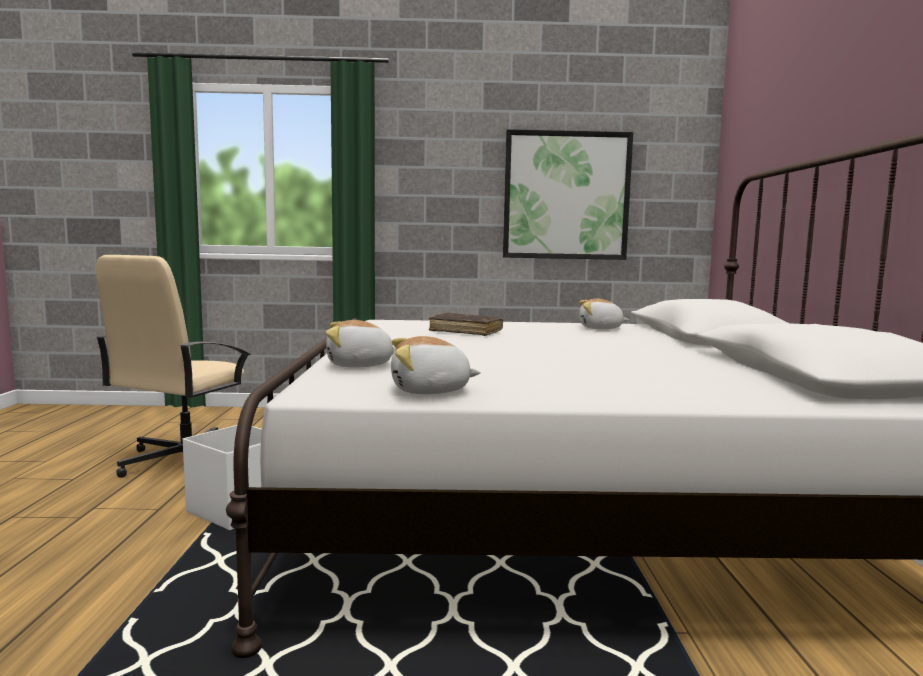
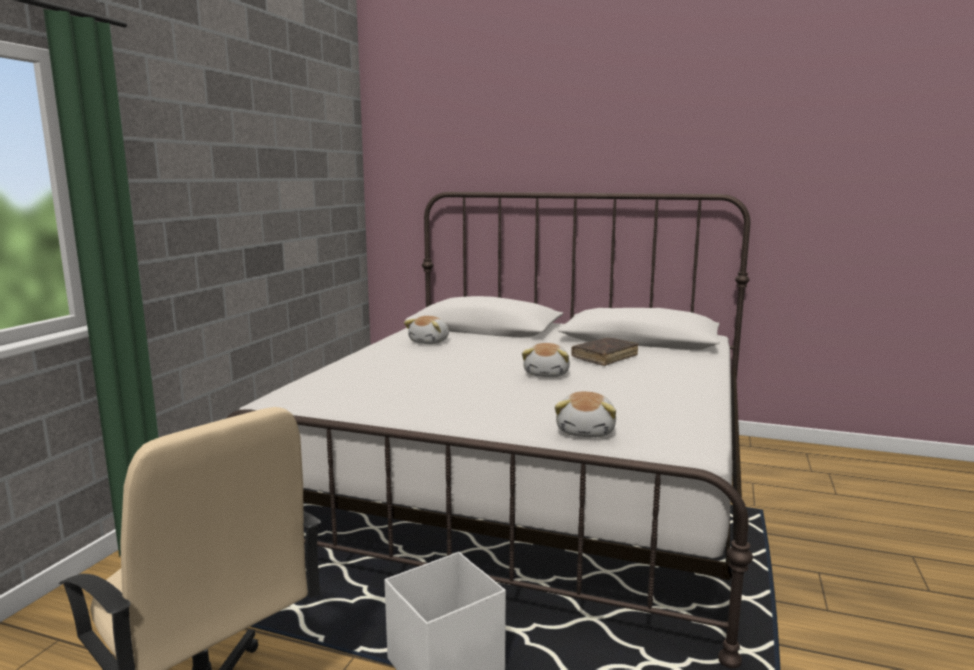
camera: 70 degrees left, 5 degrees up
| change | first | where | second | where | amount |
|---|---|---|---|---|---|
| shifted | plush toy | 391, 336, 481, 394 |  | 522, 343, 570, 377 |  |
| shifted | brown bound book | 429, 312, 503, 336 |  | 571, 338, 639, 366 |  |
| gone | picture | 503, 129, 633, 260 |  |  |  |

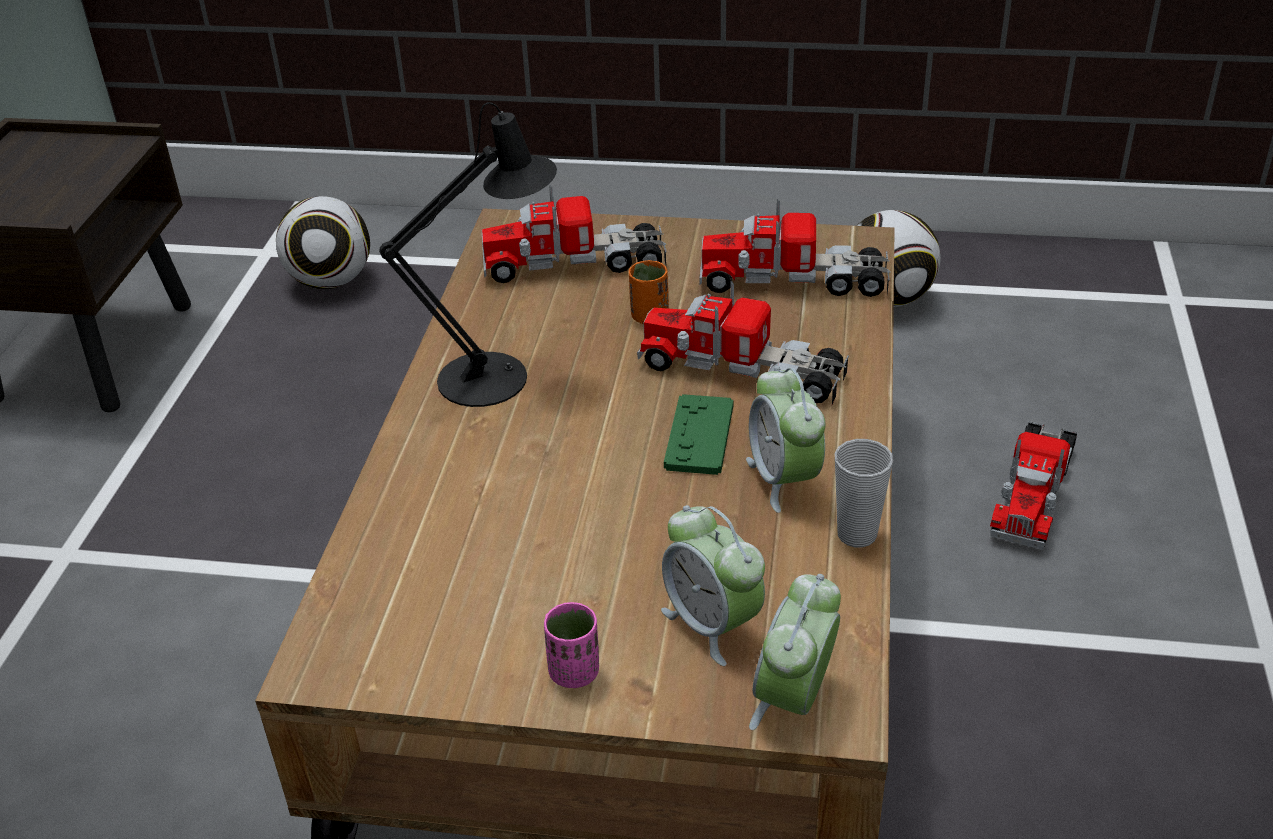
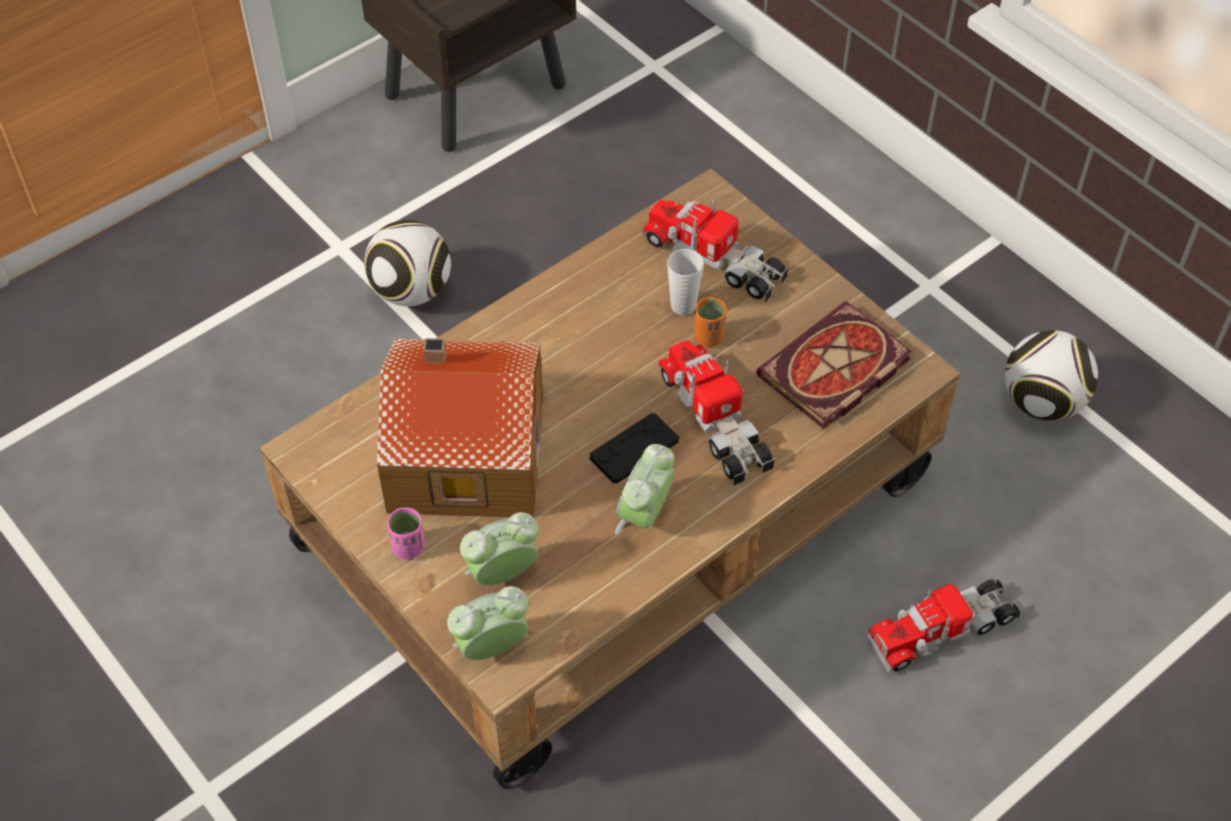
camera: 40 degrees right, 15 degrees up
| change | first | where | second | where | amount |
|---|---|---|---|---|---|
| shifted | football | 276, 196, 370, 289 |  | 364, 220, 451, 306 |  |
| gone | blackish lamp for a table | 379, 102, 557, 407 |  |  |  |
| rotated | table clock | 661, 505, 765, 666 |  | 460, 512, 539, 586 | 60 degrees clockwise |
| repainted | green-coloured gamepad | 664, 394, 733, 475 | blackish gamepad | 590, 413, 679, 484 |  |
| swapped | toy truck | 699, 199, 891, 297 | bound book | 756, 301, 912, 429 |  |
| shifted | drinking cup | 835, 439, 893, 548 |  | 667, 249, 704, 315 |  |
| new |  |  | model house | 376, 338, 543, 518 |  |

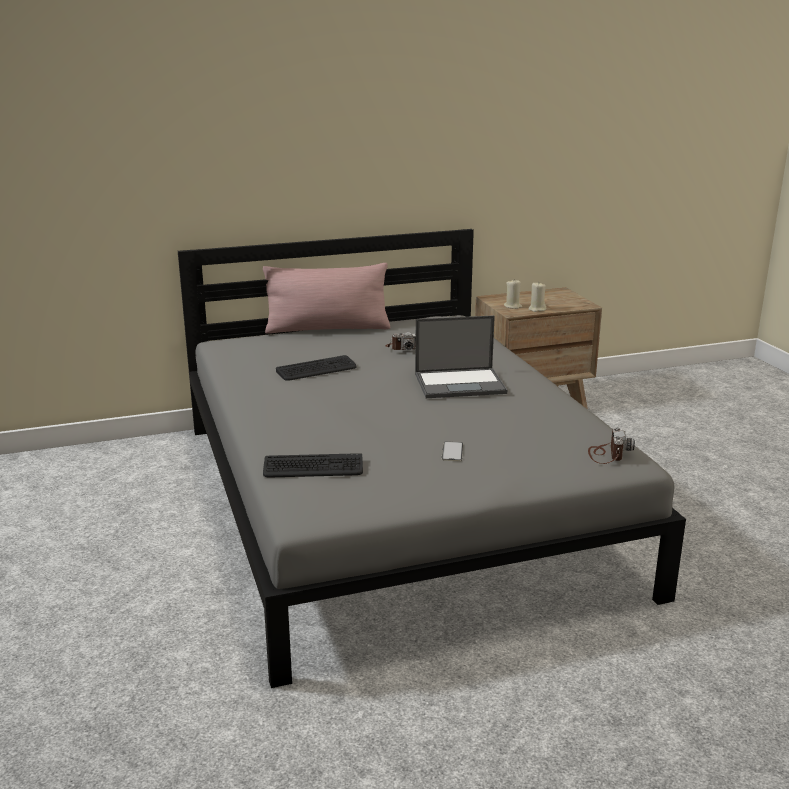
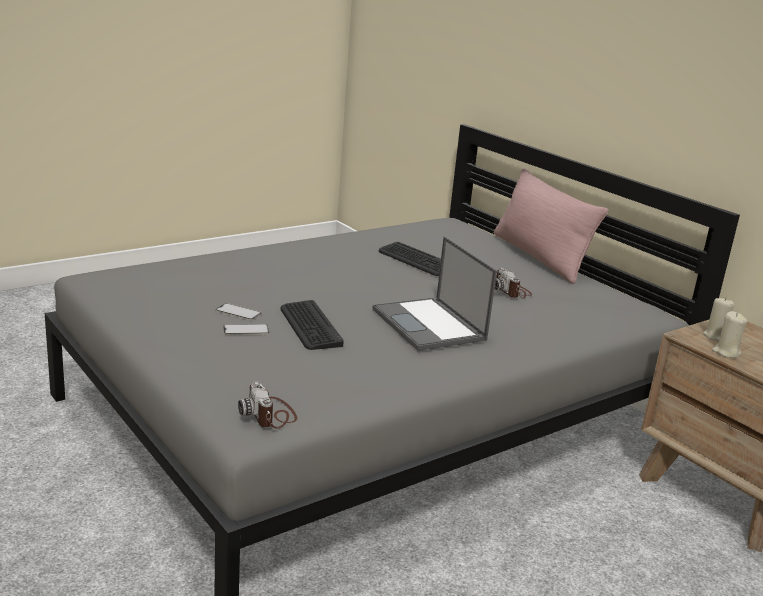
camera: 70 degrees right, 0 degrees up
| change | first | where | second | where | amount |
|---|---|---|---|---|---|
| shifted | PC keyboard | 263, 453, 363, 478 |  | 280, 300, 344, 350 |  |
| rotated | still camera | 588, 427, 635, 464 |  | 238, 381, 297, 429 | 75 degrees clockwise |
| new |  |  | telephone | 215, 303, 261, 320 |  |

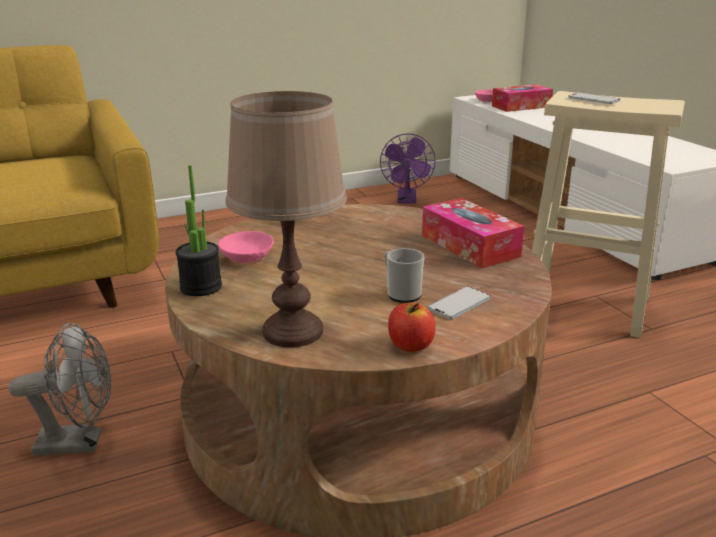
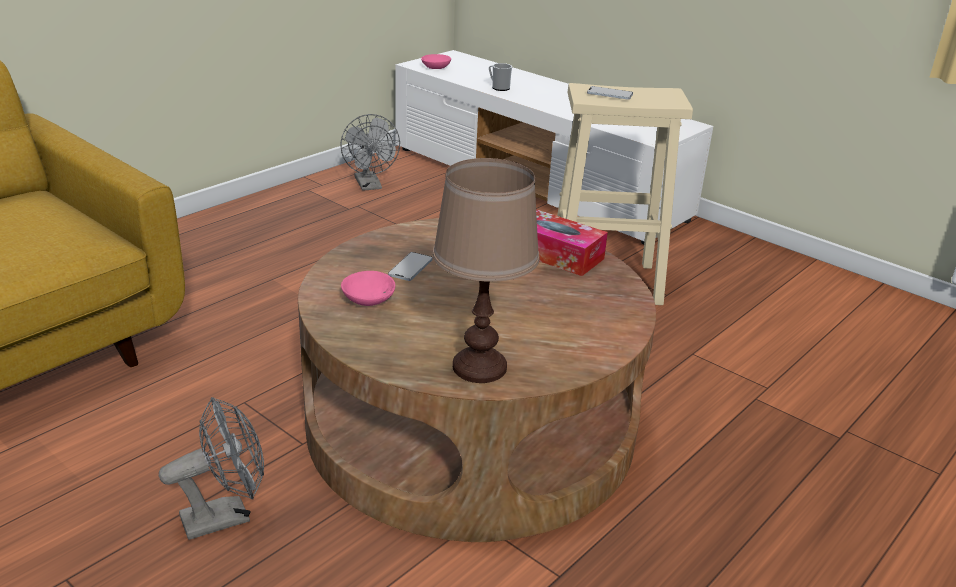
camera: 25 degrees left, 5 degrees up
| change | first | where | second | where | amount |
|---|---|---|---|---|---|
| gone | potted plant | 176, 165, 222, 296 |  |  |  |
| repainted | purplish electric fan | 380, 133, 436, 204 | grey electric fan | 341, 114, 400, 191 |  |
| shifted | tea mug | 384, 248, 425, 303 |  | 489, 63, 512, 91 |  |
| gone | apple fruit | 388, 303, 436, 352 |  |  |  |
| shifted | telephone | 428, 287, 491, 319 |  | 388, 252, 433, 281 |  |
| gone | box of tissues | 492, 84, 553, 112 |  |  |  |

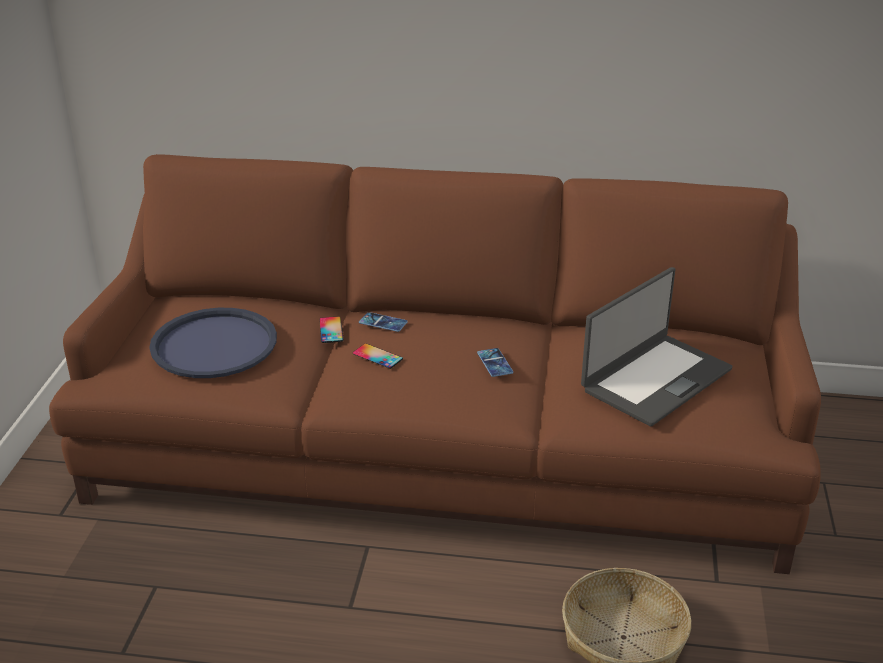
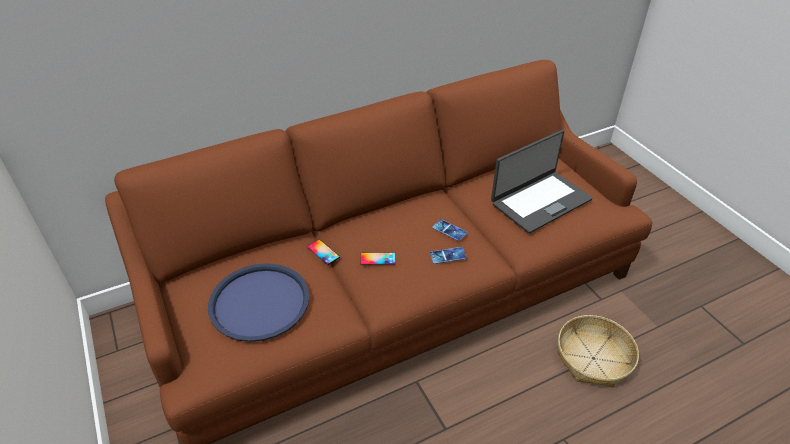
camera: 35 degrees left, 10 degrees up
| change | first | where | second | where | amount |
|---|---|---|---|---|---|
| shifted | telephone | 359, 312, 408, 332 |  | 430, 247, 467, 264 |  |
| rotated | notebook computer | 581, 267, 733, 426 |  | 491, 130, 593, 233 | 45 degrees clockwise |

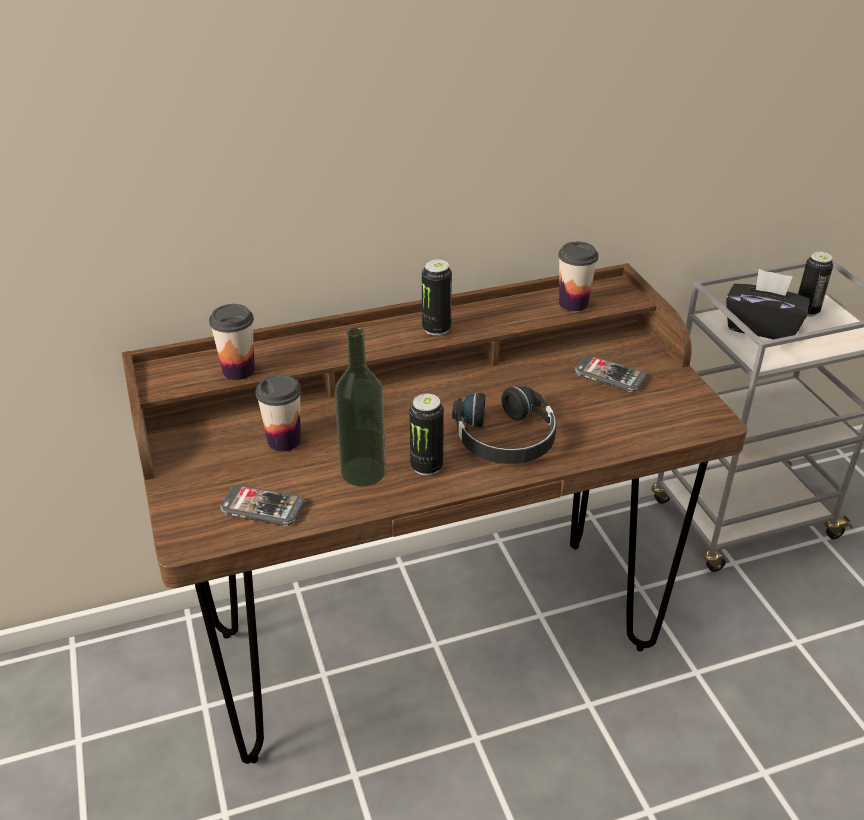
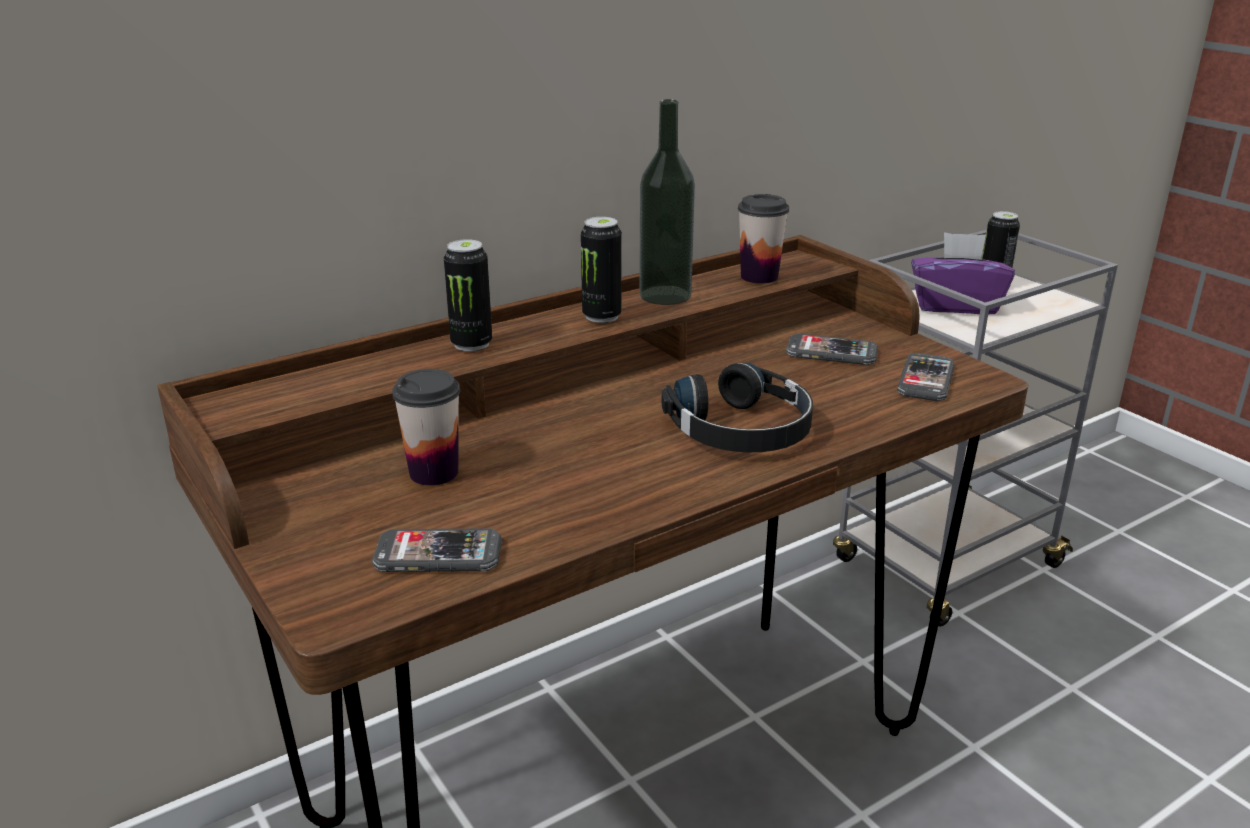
camera: 15 degrees left, 10 degrees down
| change | first | where | second | where | amount |
|---|---|---|---|---|---|
| gone | drinking cup | 209, 304, 255, 380 |  |  |  |
| shifted | beverage bottle | 334, 327, 386, 487 |  | 639, 99, 695, 305 |  |
| shifted | sealed can | 409, 394, 444, 476 |  | 444, 239, 492, 351 |  |
| repainted | blackish box of tissues | 726, 269, 810, 340 | purplish box of tissues | 911, 232, 1015, 314 |  |
| new |  |  | telephone | 897, 353, 955, 401 |  |

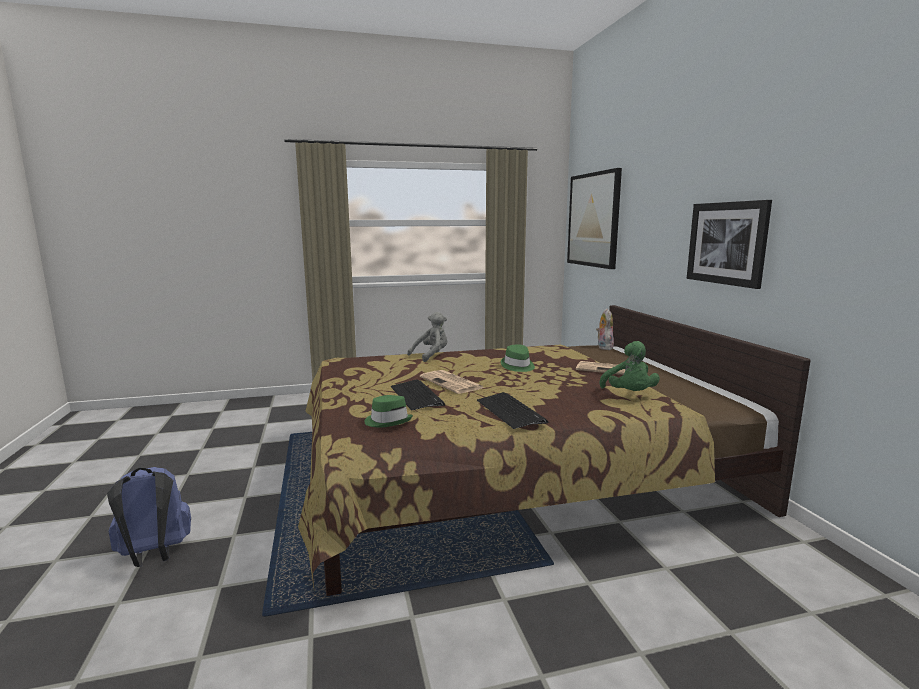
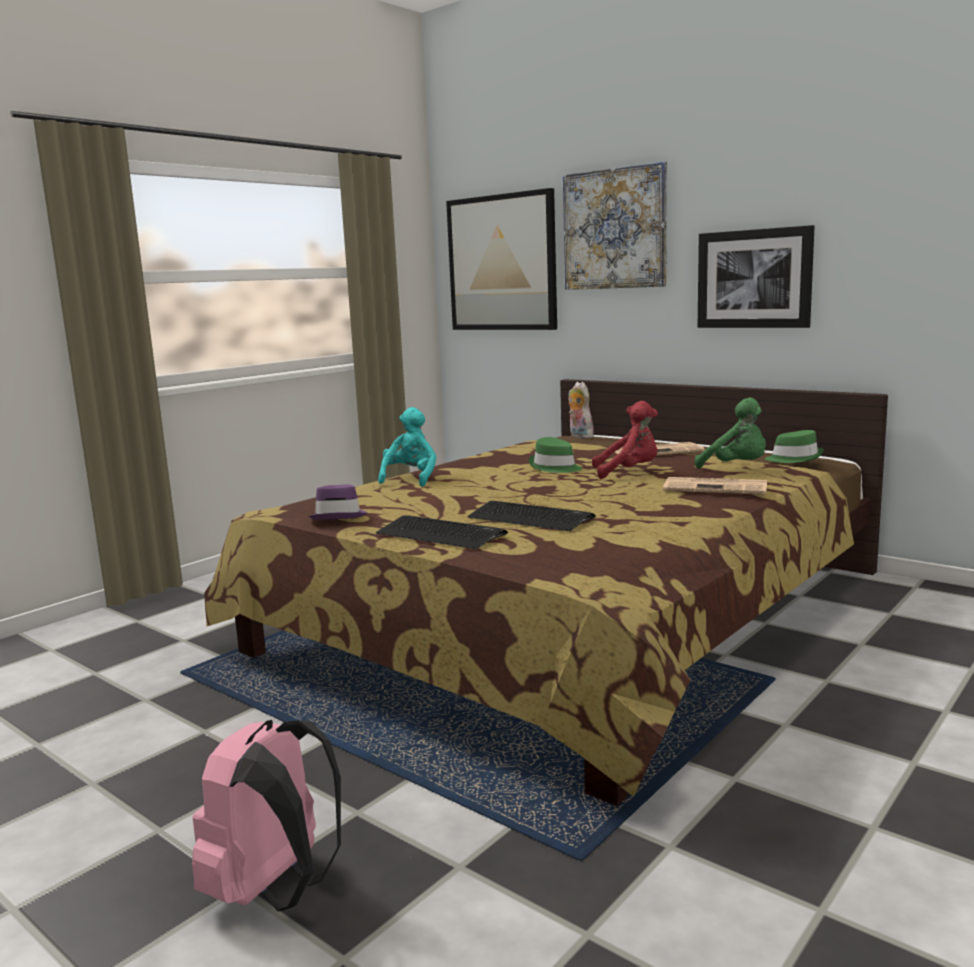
camera: 35 degrees left, 0 degrees up
| change | first | where | second | where | amount |
|---|---|---|---|---|---|
| repainted | blue-coloured rucksack | 107, 467, 191, 567 | pinkish rucksack | 192, 720, 341, 911 |  |
| shifted | green-coloured wearable hat | 364, 395, 413, 428 |  | 765, 430, 824, 463 |  |
| repainted | grey plush toy | 407, 312, 447, 362 | turquoise plush toy | 378, 407, 436, 487 |  |
| shifted | newspaper | 420, 370, 484, 394 |  | 663, 477, 767, 495 |  |
| shifted | PC keyboard | 477, 392, 549, 429 |  | 376, 515, 508, 549 |  |
| new |  |  | purplish wearable hat | 308, 484, 368, 520 |  |
| new |  |  | picture | 563, 161, 667, 290 |  |
| new |  |  | red plush toy | 592, 401, 658, 479 |  |

